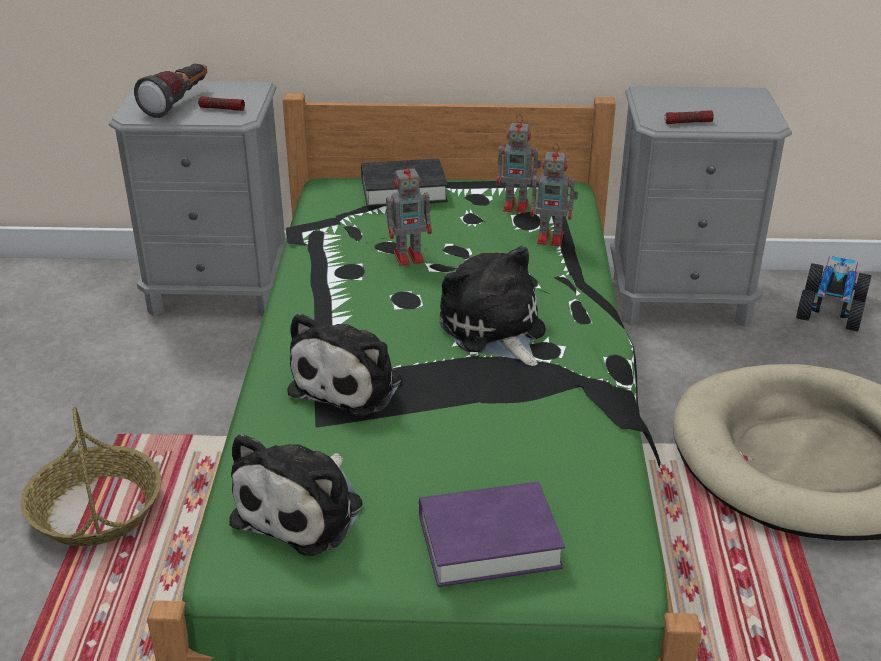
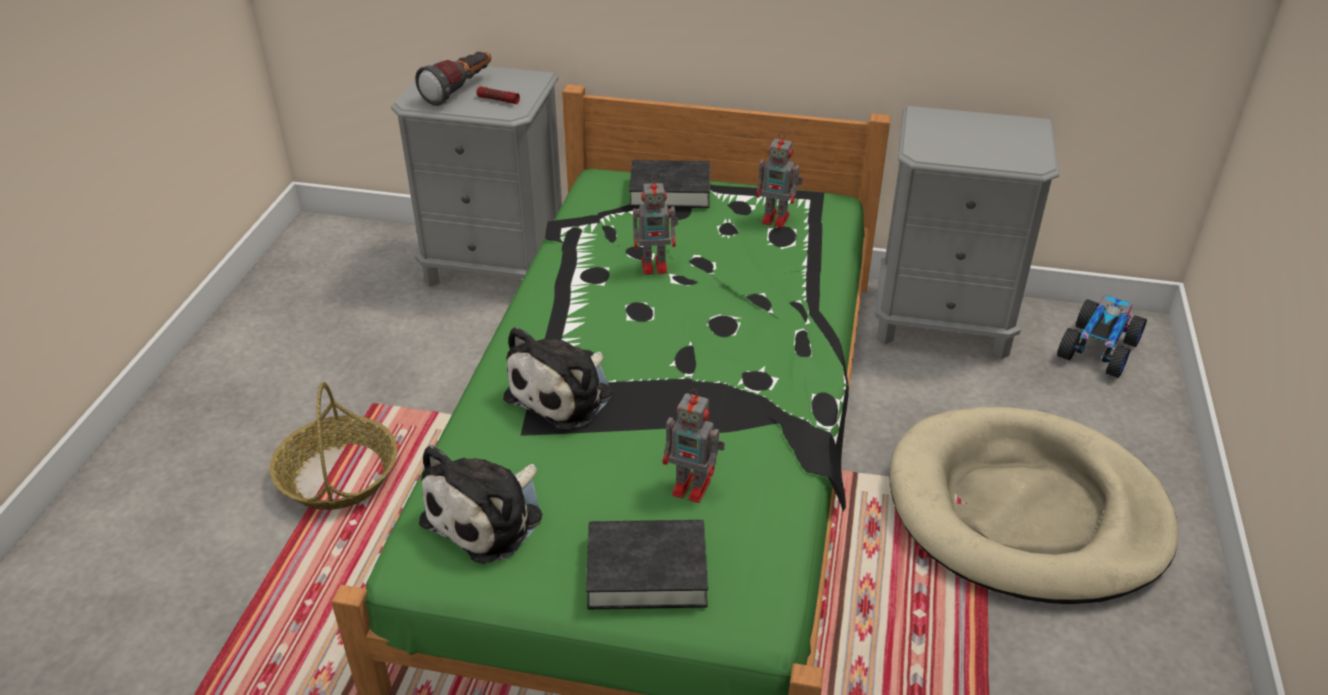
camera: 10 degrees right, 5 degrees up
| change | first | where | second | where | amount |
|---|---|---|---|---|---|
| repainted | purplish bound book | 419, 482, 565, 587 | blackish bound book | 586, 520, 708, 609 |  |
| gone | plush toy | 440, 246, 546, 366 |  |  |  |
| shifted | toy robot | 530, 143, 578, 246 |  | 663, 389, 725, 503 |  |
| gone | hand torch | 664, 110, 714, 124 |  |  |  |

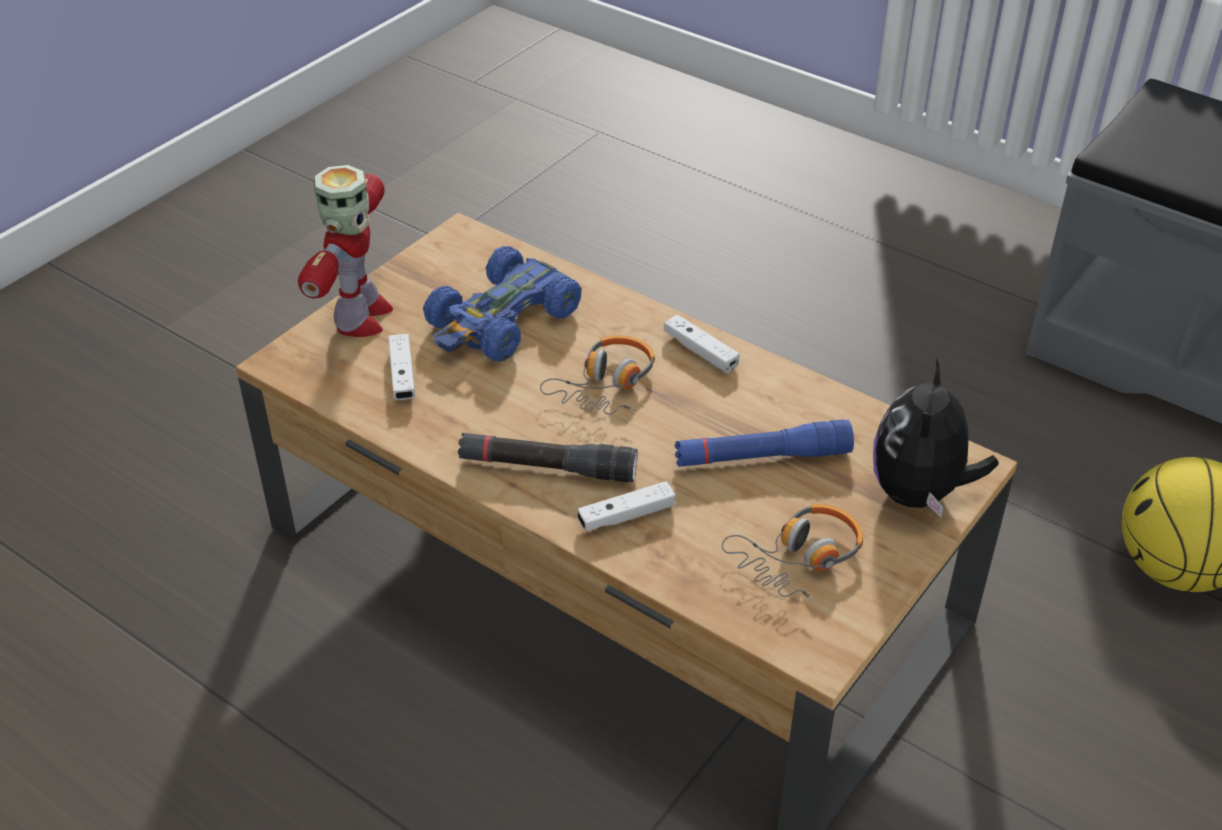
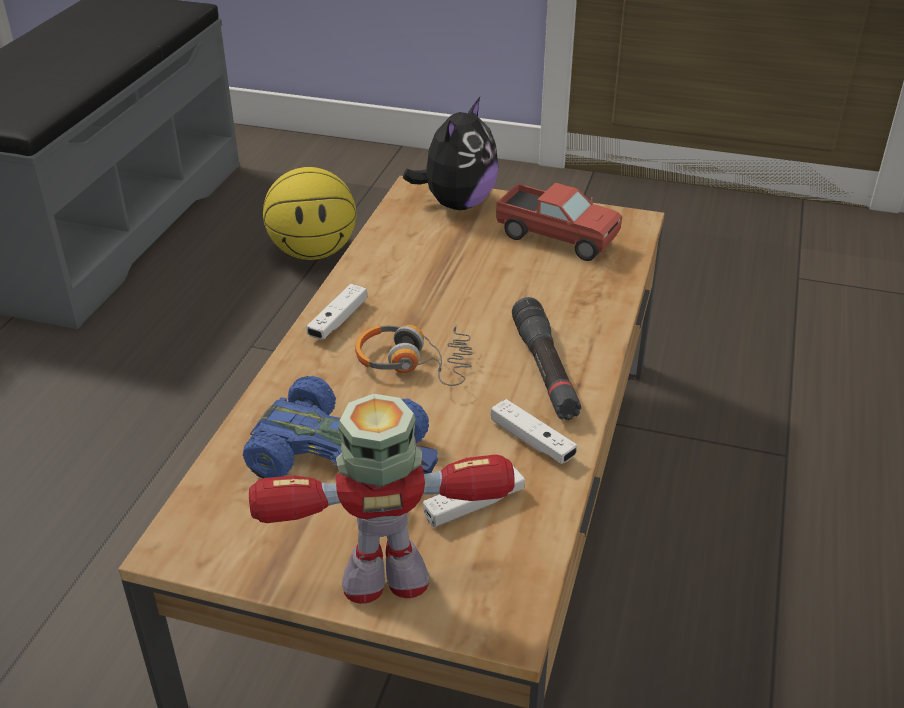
camera: 110 degrees left, 5 degrees down
| change | first | where | second | where | amount |
|---|---|---|---|---|---|
| shifted | whitish gamepad | 578, 481, 676, 531 |  | 491, 399, 577, 464 |  |
| gone | blue-coloured hand torch | 674, 419, 854, 467 |  |  |  |
| swapped | pair of headphones | 722, 504, 863, 600 | toy truck | 496, 183, 622, 261 |  |
| rotated | plush toy | 873, 358, 999, 518 |  | 403, 97, 499, 210 | 60 degrees counterclockwise |

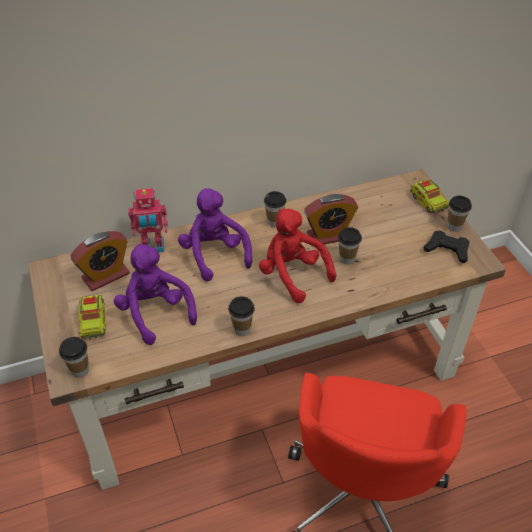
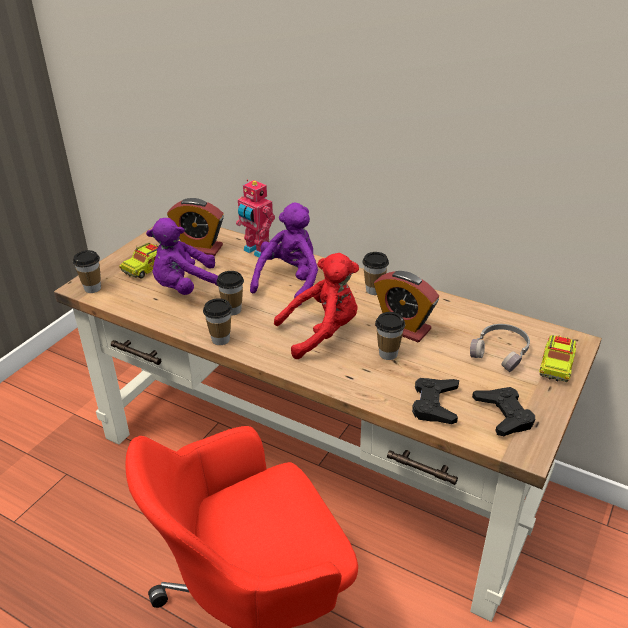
camera: 50 degrees right, 10 degrees down
| change | first | where | second | where | amount |
|---|---|---|---|---|---|
| rotated | purplish plush toy | 114, 244, 197, 345 |  | 146, 218, 218, 295 | 135 degrees counterclockwise |
| rotated | red plush toy | 259, 209, 336, 303 |  | 274, 253, 359, 359 | 60 degrees clockwise |
| shifted | drinking cup | 447, 196, 472, 232 |  | 216, 271, 244, 315 |  |
| new |  |  | blackish gamepad | 412, 378, 459, 424 |  |
| new |  |  | grey pair of headphones | 470, 324, 530, 372 |  |

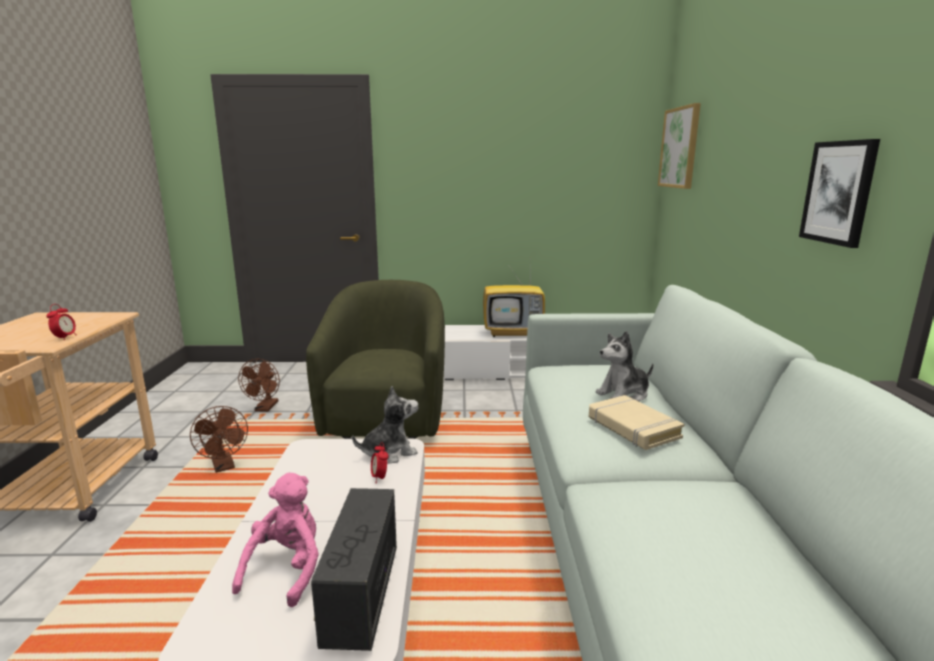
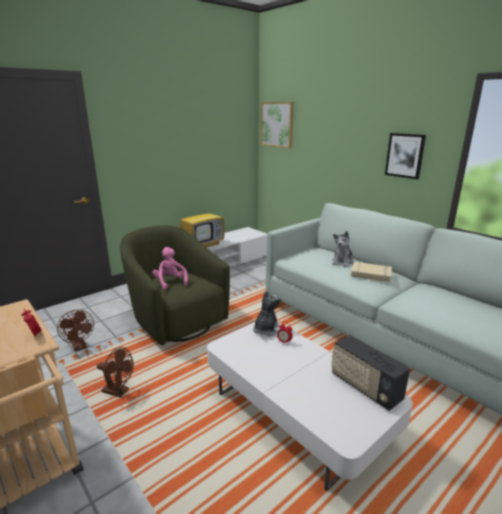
camera: 40 degrees left, 5 degrees up
| change | first | where | second | where | amount |
|---|---|---|---|---|---|
| shifted | pinkish plush toy | 232, 473, 319, 607 |  | 153, 247, 188, 290 |  |

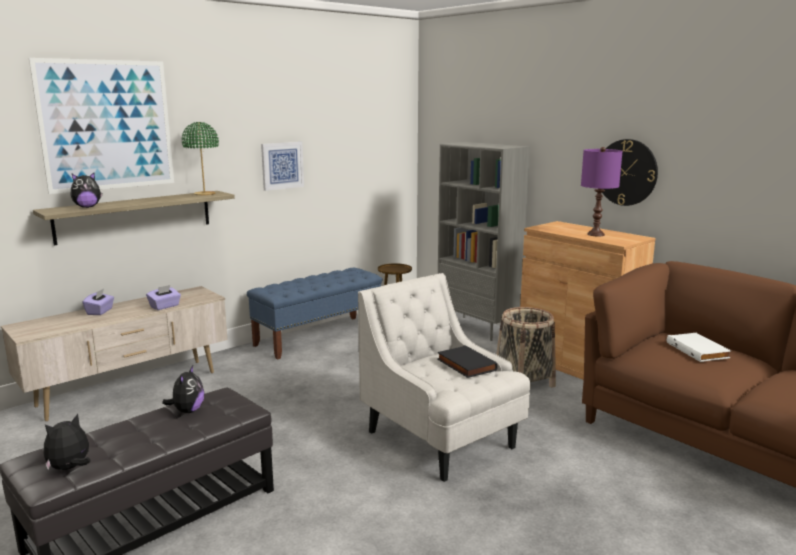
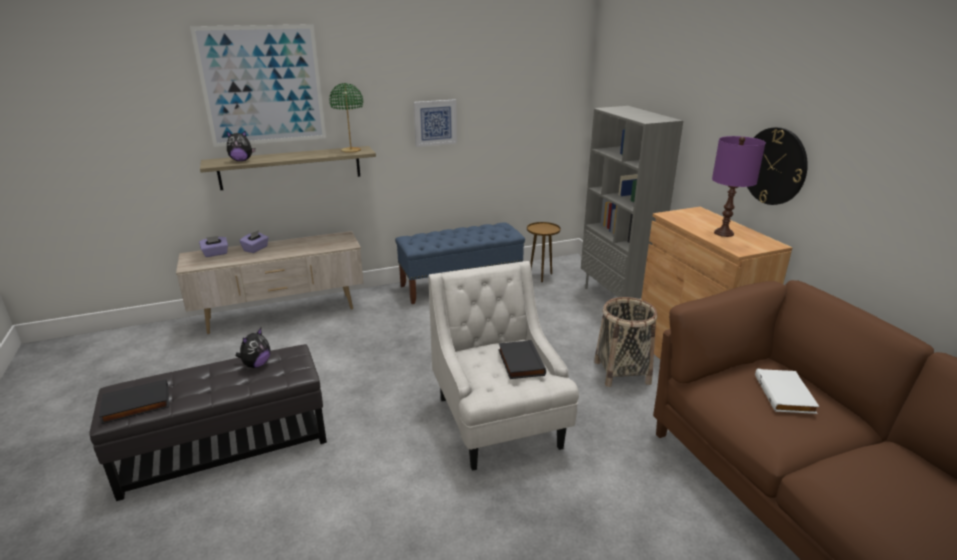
camera: 20 degrees right, 10 degrees up
| change | first | where | second | where | amount |
|---|---|---|---|---|---|
| swapped | plush toy | 44, 414, 91, 470 | blackish bound book | 99, 379, 169, 424 |  |
| shifted | purplish box of tissues | 146, 285, 181, 310 |  | 199, 236, 228, 257 |  |

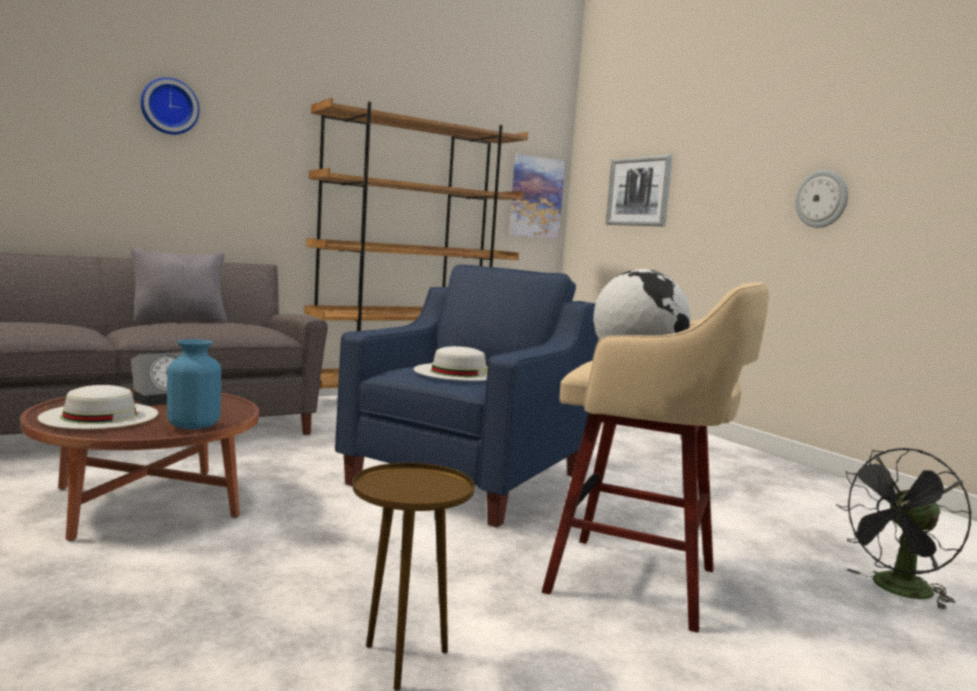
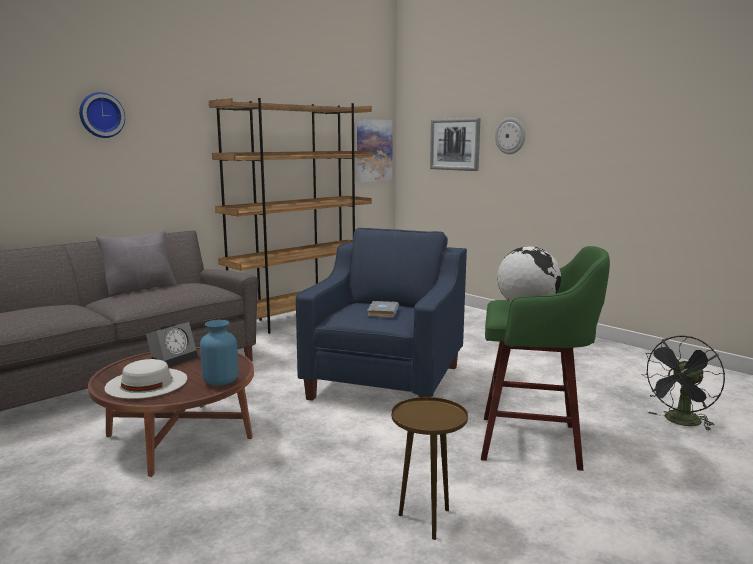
camera: 10 degrees left, 5 degrees up
| change | first | where | second | where | amount |
|---|---|---|---|---|---|
| swapped | whitish wearable hat | 414, 346, 487, 381 | grey bound book | 367, 301, 399, 318 |  |
| repainted | beige-coloured stool seat | 542, 283, 769, 633 | green-coloured stool seat | 481, 246, 610, 471 |  |
| shifted | clock on the wall | 795, 170, 848, 228 |  | 495, 118, 525, 154 |  |

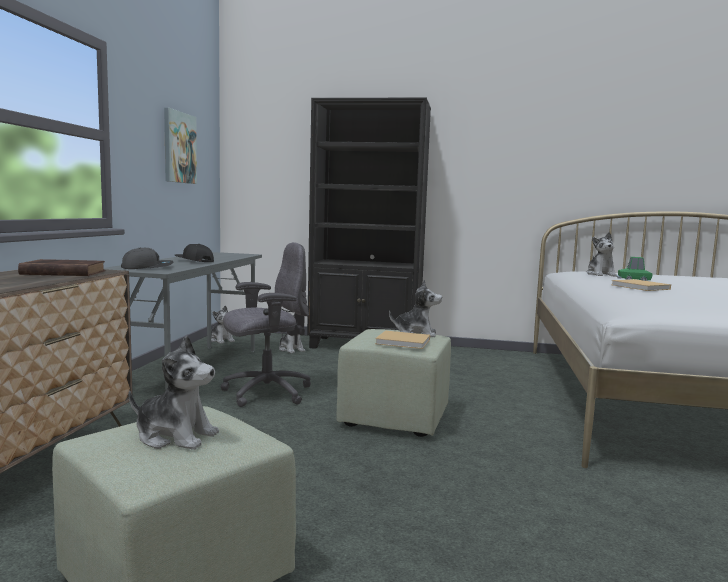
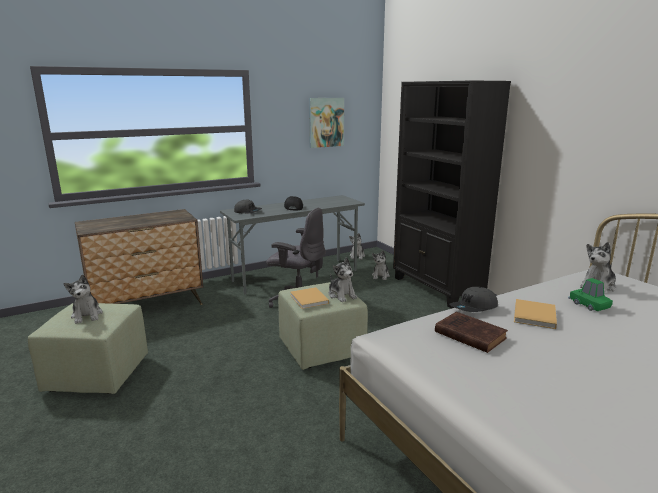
camera: 50 degrees right, 10 degrees up
| change | first | where | second | where | amount |
|---|---|---|---|---|---|
| shifted | brown bound book | 18, 259, 105, 276 |  | 435, 312, 508, 353 |  |
| new |  |  | grey baseball cap | 449, 287, 498, 312 |  |

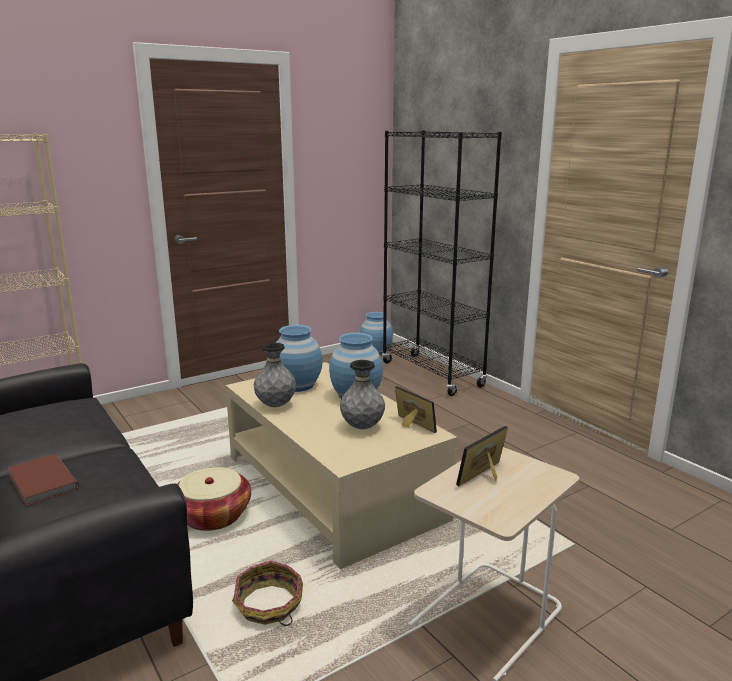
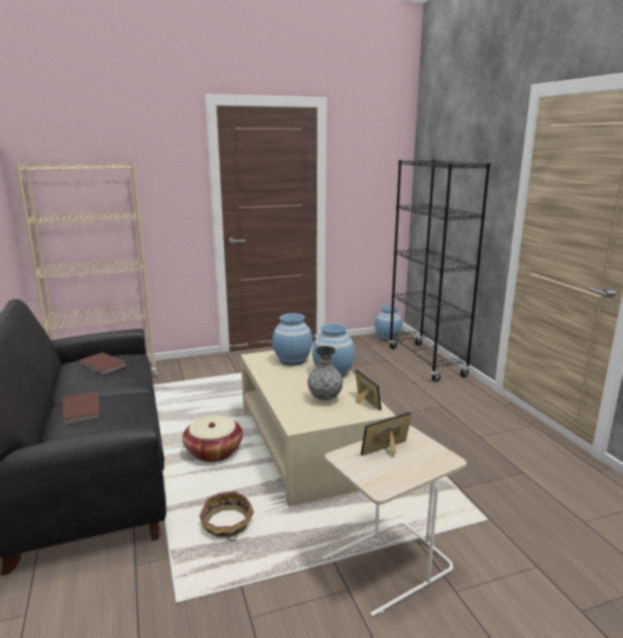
camera: 15 degrees right, 0 degrees up
| change | first | where | second | where | amount |
|---|---|---|---|---|---|
| gone | grey vase | 254, 343, 296, 407 |  |  |  |
| new |  |  | brown bound book | 79, 352, 127, 376 |  |

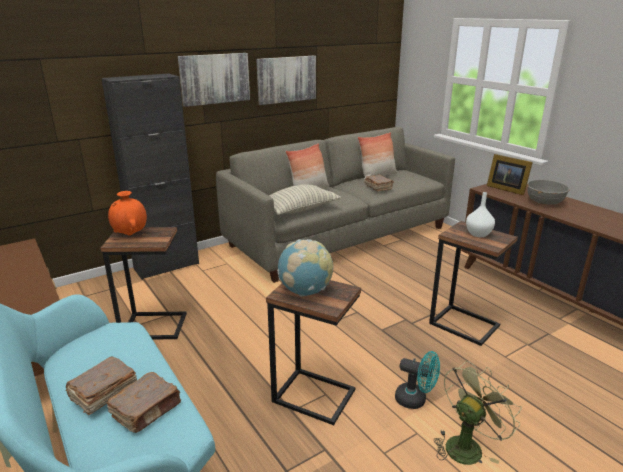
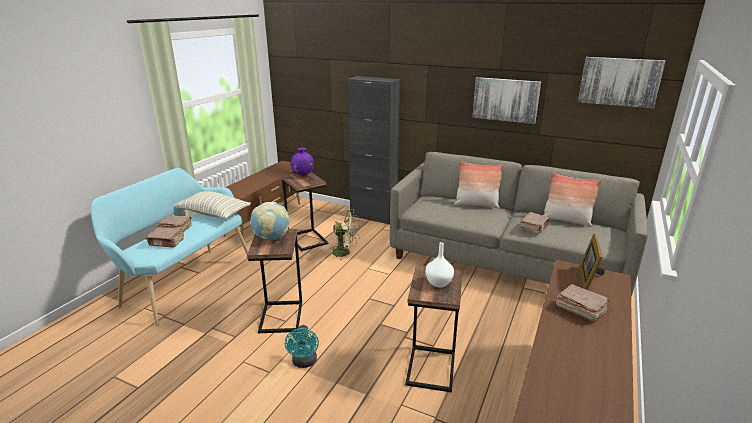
camera: 60 degrees right, 0 degrees up
| change | first | where | second | where | amount |
|---|---|---|---|---|---|
| repainted | orange vase | 108, 191, 147, 236 | purplish vase | 291, 148, 314, 176 |  |
| shifted | picture | 178, 53, 250, 107 |  | 578, 57, 666, 109 |  |
| shifted | cushion | 269, 185, 341, 215 |  | 174, 191, 251, 219 |  |
| shifted | green-coloured electric fan | 434, 361, 522, 465 |  | 332, 209, 360, 261 |  |
| swapped | grey deep dish | 527, 180, 570, 205 | brown bound book | 556, 284, 610, 322 |  |

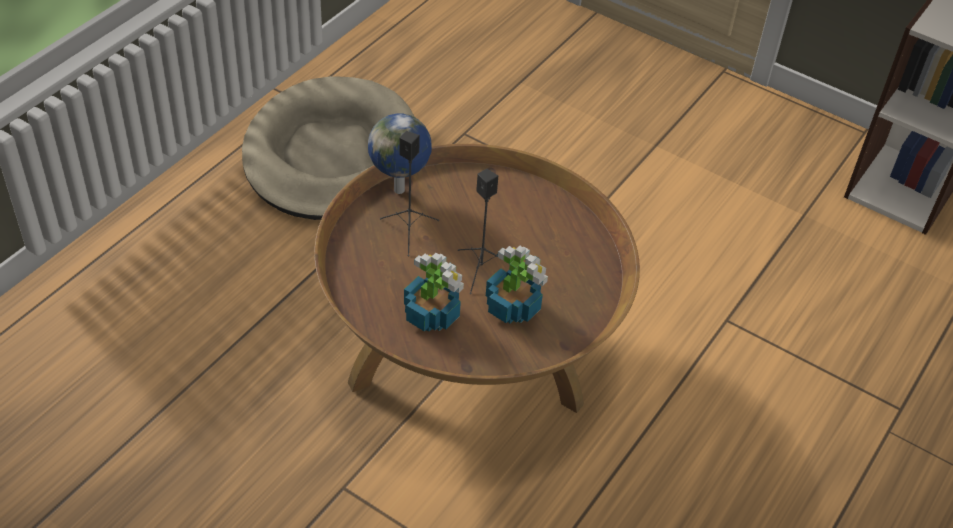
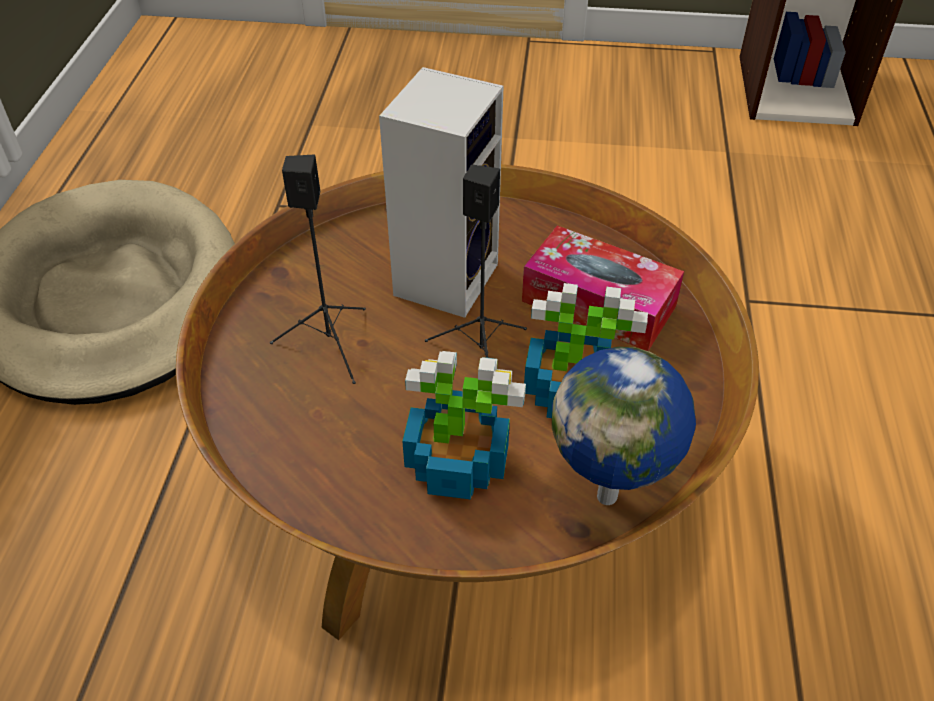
camera: 25 degrees left, 0 degrees up
| change | first | where | second | where | amount |
|---|---|---|---|---|---|
| shifted | world globe | 368, 114, 432, 194 |  | 552, 347, 696, 505 |  |
| new |  |  | loudspeaker | 379, 67, 504, 318 |  |
| new |  |  | box of tissues | 522, 226, 684, 351 |  |

